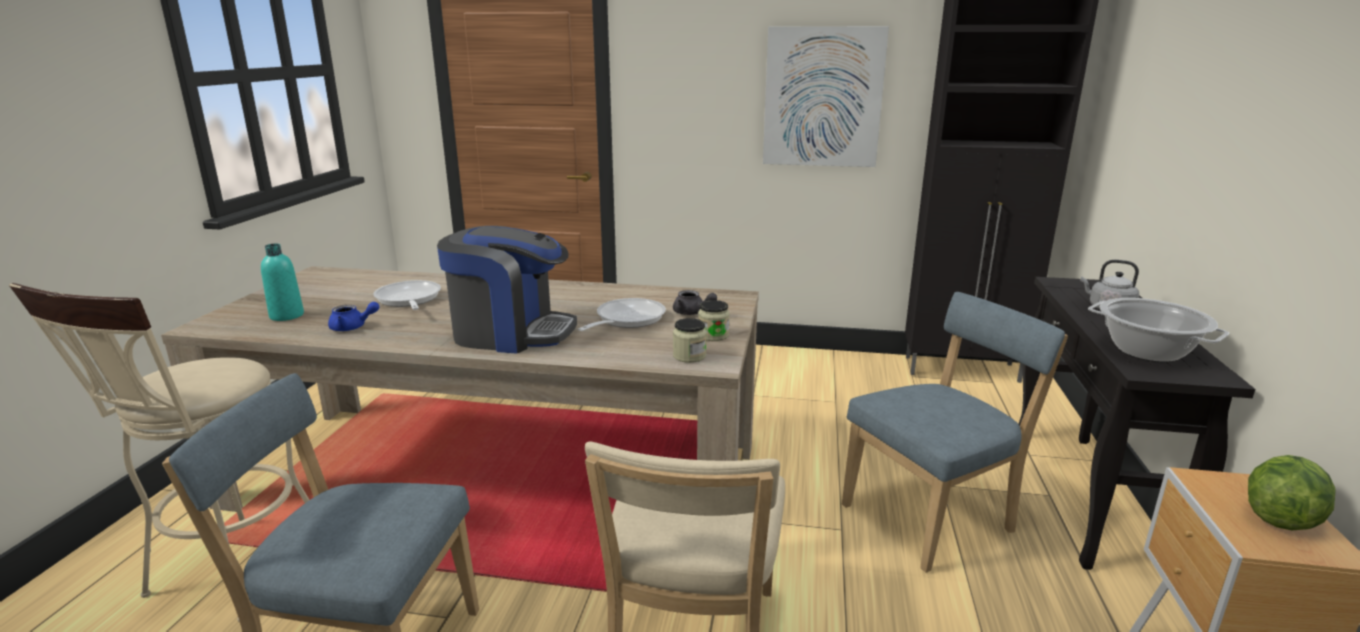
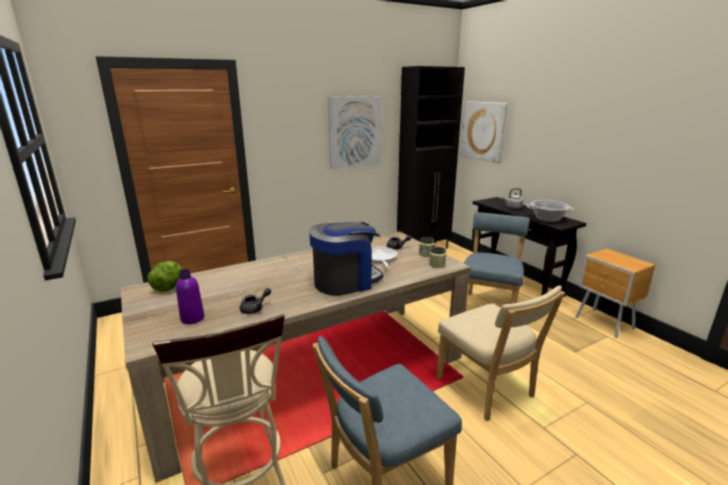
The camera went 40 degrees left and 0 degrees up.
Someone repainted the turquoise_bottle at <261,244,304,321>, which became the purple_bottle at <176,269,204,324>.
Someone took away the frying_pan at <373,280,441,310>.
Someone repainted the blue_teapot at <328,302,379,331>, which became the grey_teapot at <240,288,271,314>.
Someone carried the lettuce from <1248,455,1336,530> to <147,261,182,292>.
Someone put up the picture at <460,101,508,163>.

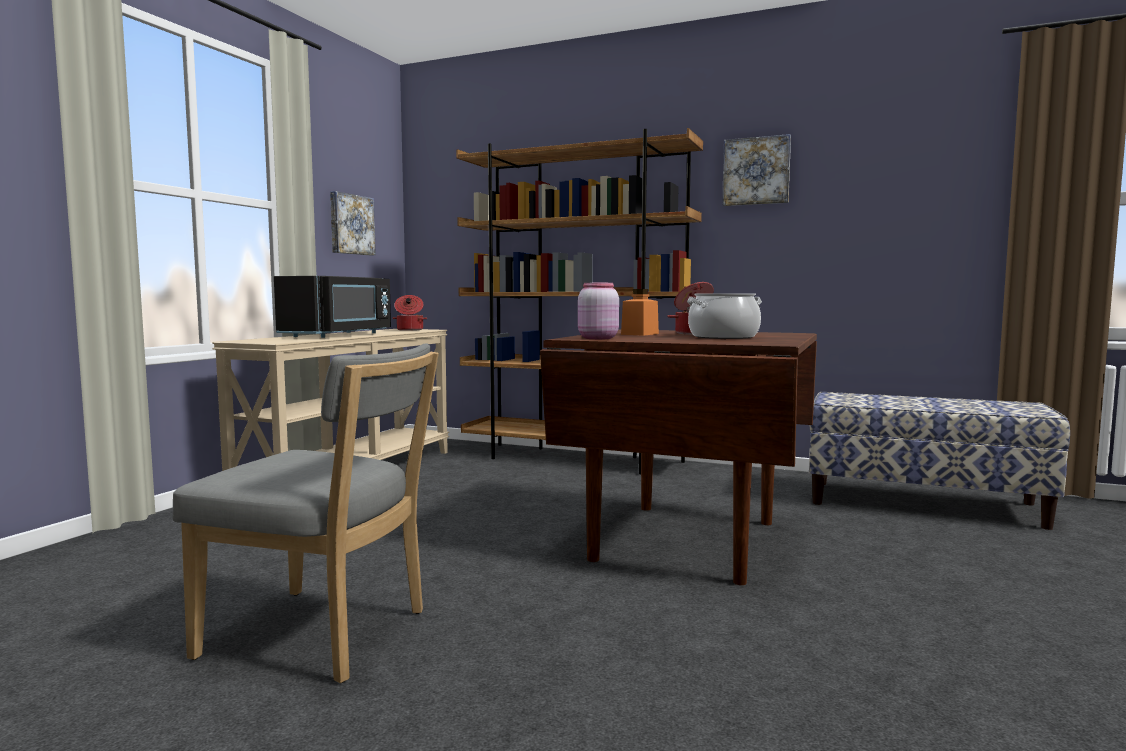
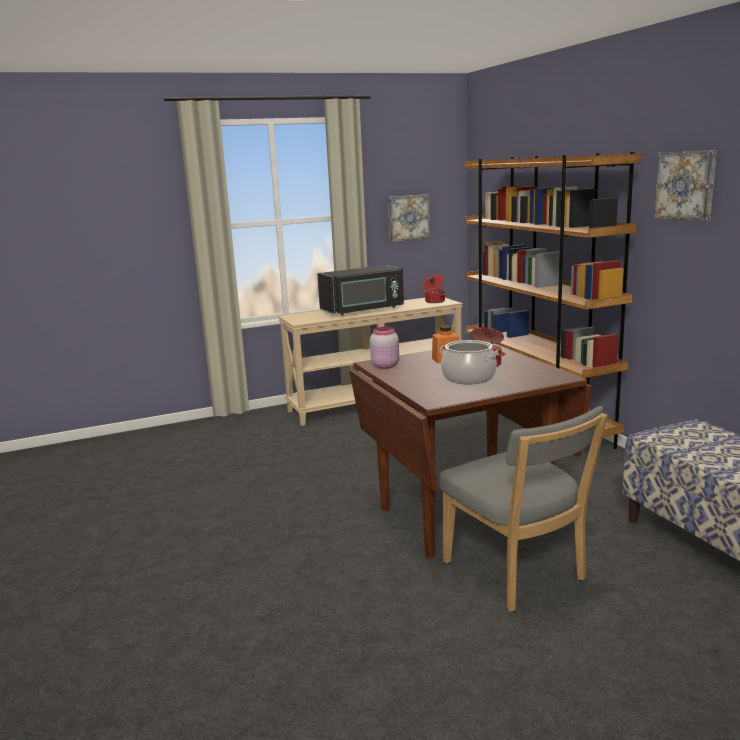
The camera went 45 degrees right and 10 degrees up.
Someone carried the grey_chair from <172,343,439,683> to <439,406,608,612>.

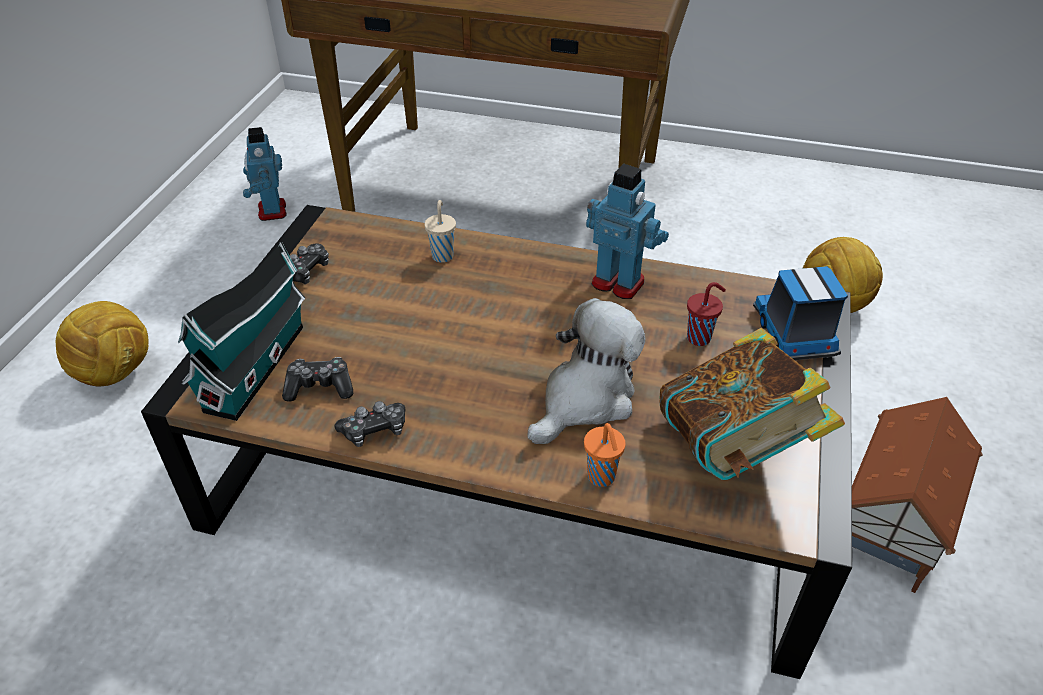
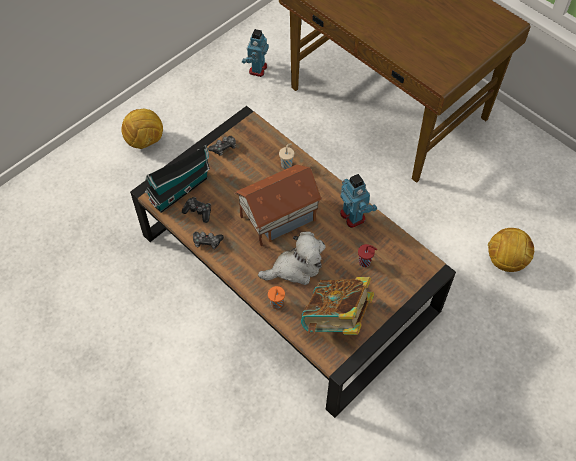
The camera went 30 degrees right and 15 degrees up.
Someone took away the toy_truck at <753,266,848,360>.
Someone carried the toy_house from <852,397,983,593> to <234,164,322,246>.

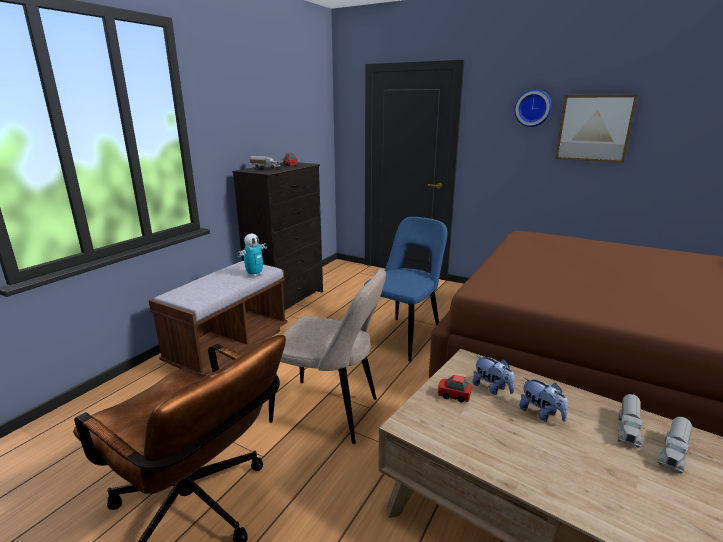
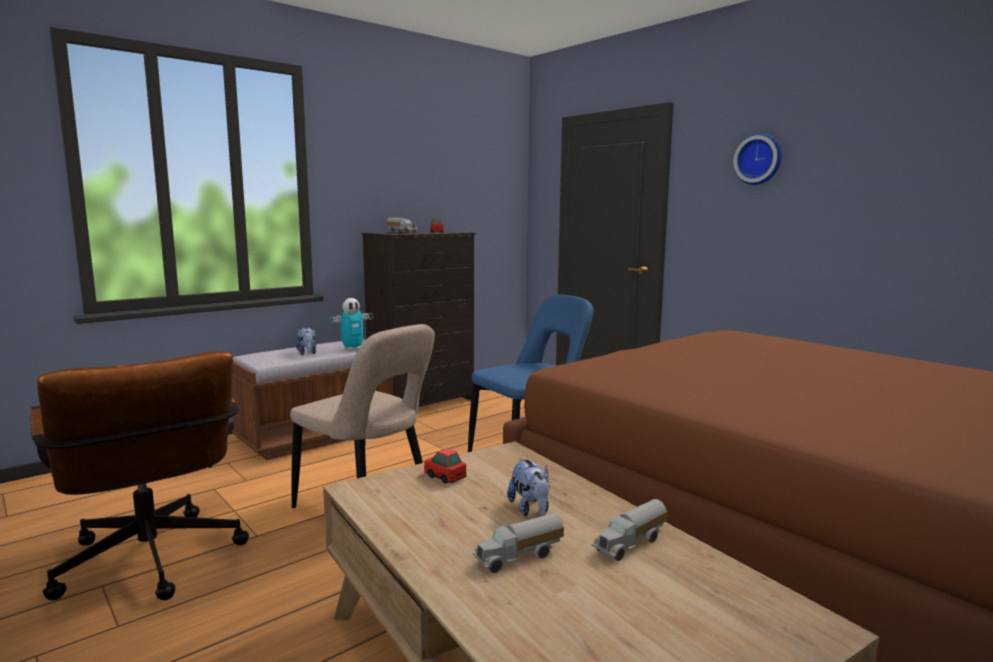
The camera went 20 degrees right and 10 degrees down.
Someone took away the picture at <555,94,638,163>.
Someone carried the plush_toy from <472,356,514,395> to <297,327,316,355>.
Someone carried the toy_truck from <658,417,693,473> to <473,513,564,573>.

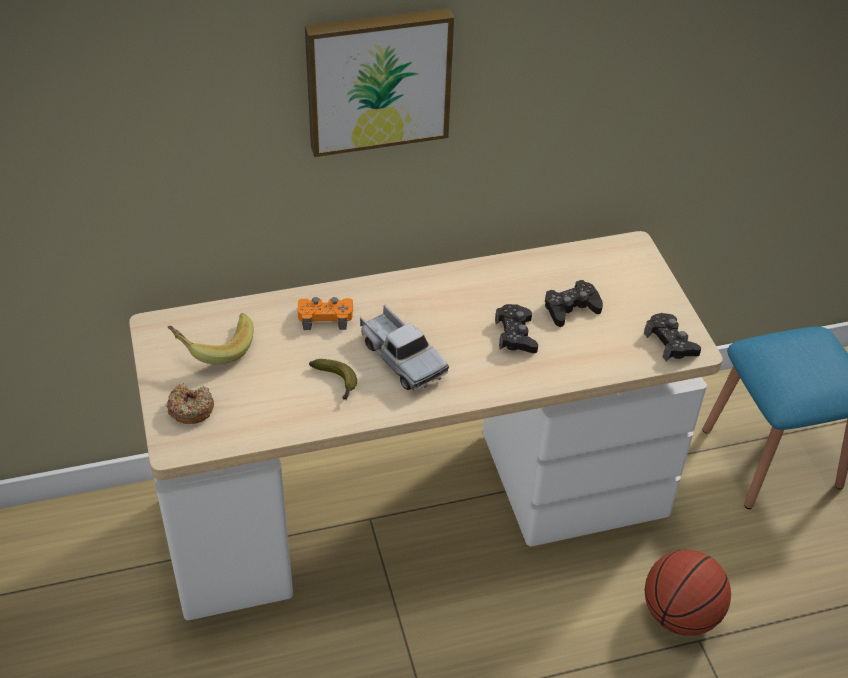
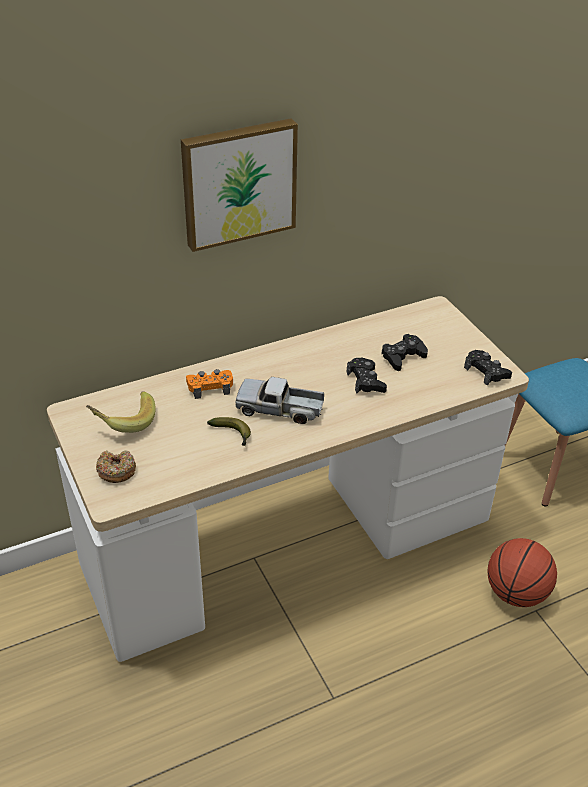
The camera went 10 degrees left and 5 degrees down.
Someone rotated the toy_truck at <360,305,449,390> by 150 degrees clockwise.

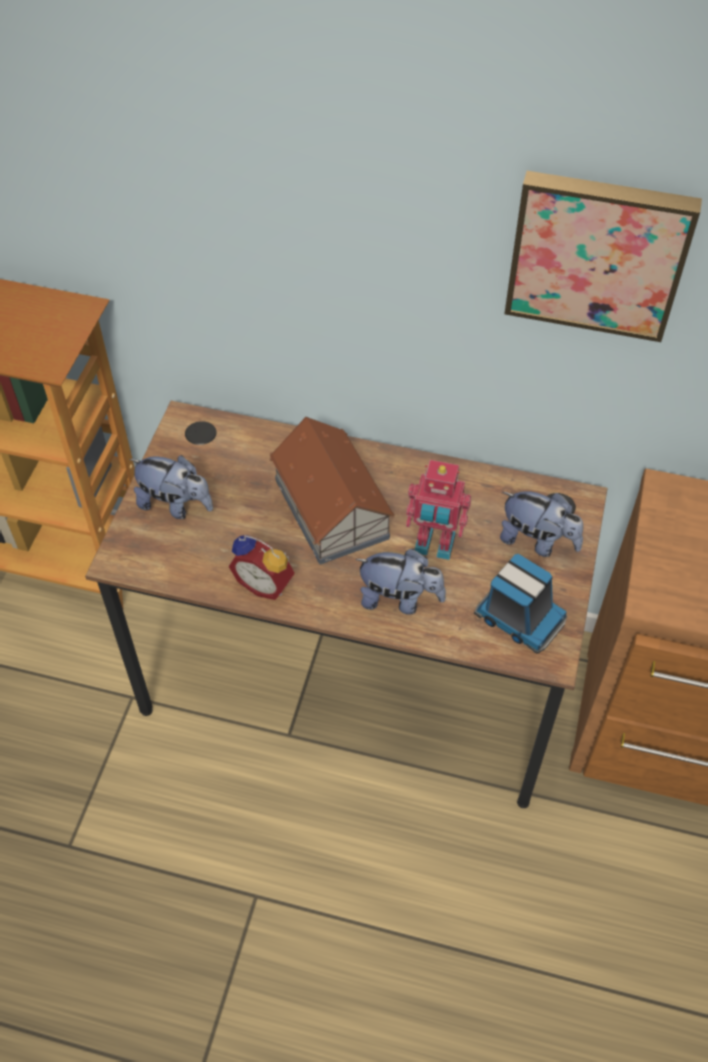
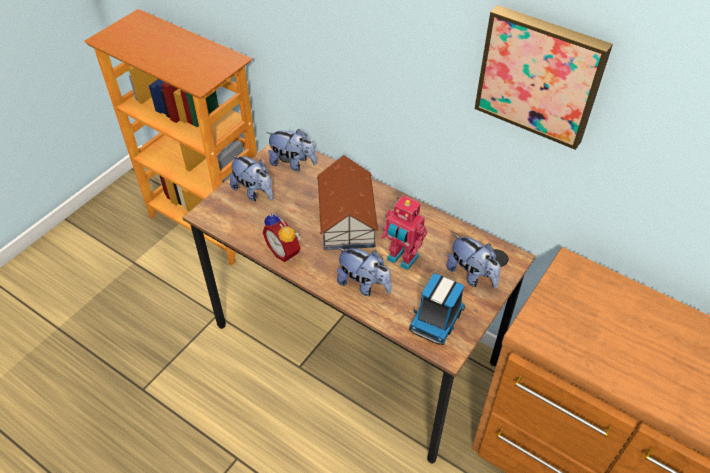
The camera went 20 degrees right and 5 degrees down.
Someone rotated the toy_truck at <474,554,567,654> by 60 degrees clockwise.
Someone put down the plush_toy at <266,129,317,171>.

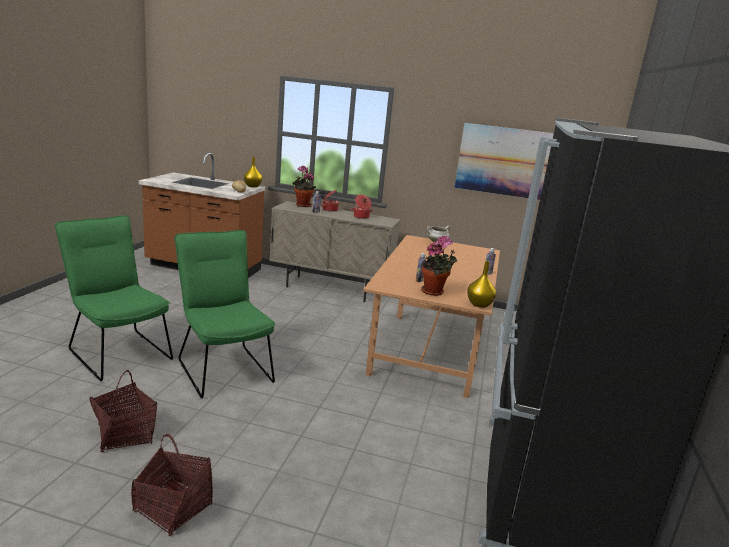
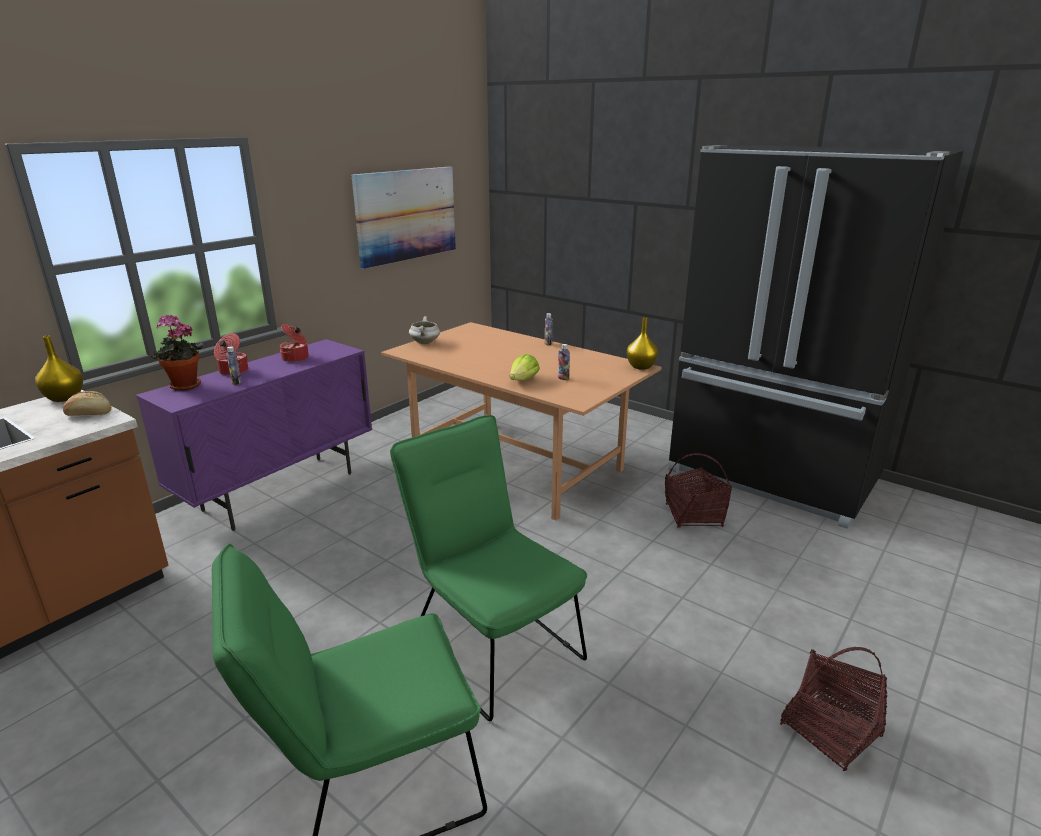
The camera went 65 degrees left and 5 degrees up.
Someone repainted the beige_cabinet at <269,201,400,302>, which became the purple_cabinet at <136,339,372,531>.
Someone rotated the green_chair at <174,230,275,398> by 60 degrees clockwise.
Someone took away the potted_plant at <421,236,457,296>.
Someone carried the basket from <90,370,157,452> to <665,453,732,528>.
Someone put down the lettuce at <510,354,540,381>.

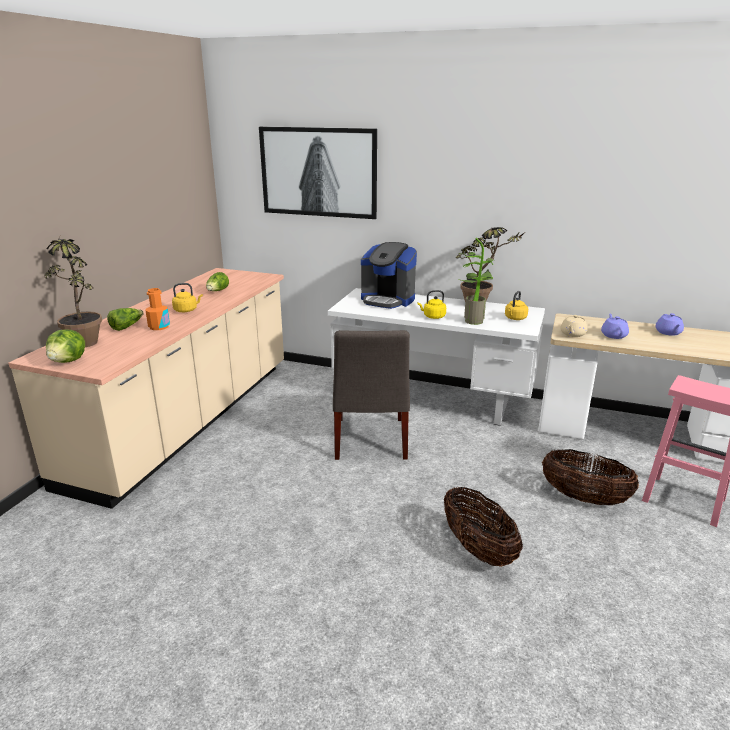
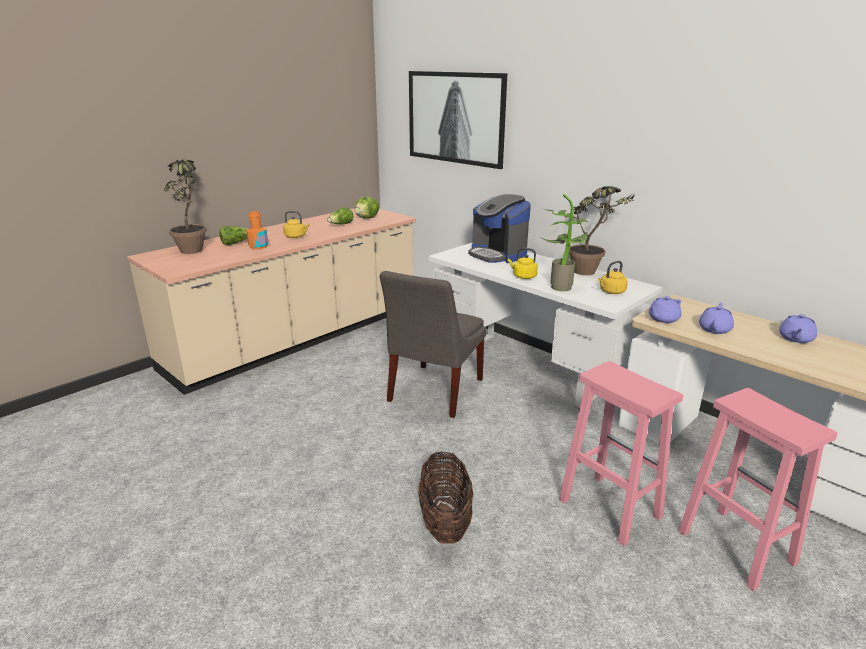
The camera went 25 degrees right and 0 degrees up.
Someone repainted the beige_teapot at <560,315,587,337>, which became the purple_teapot at <649,296,682,323>.
Someone carried the lettuce from <46,329,85,363> to <354,196,379,218>.
Someone swapped the basket at <542,449,639,505> for the pink_stool at <559,361,683,546>.

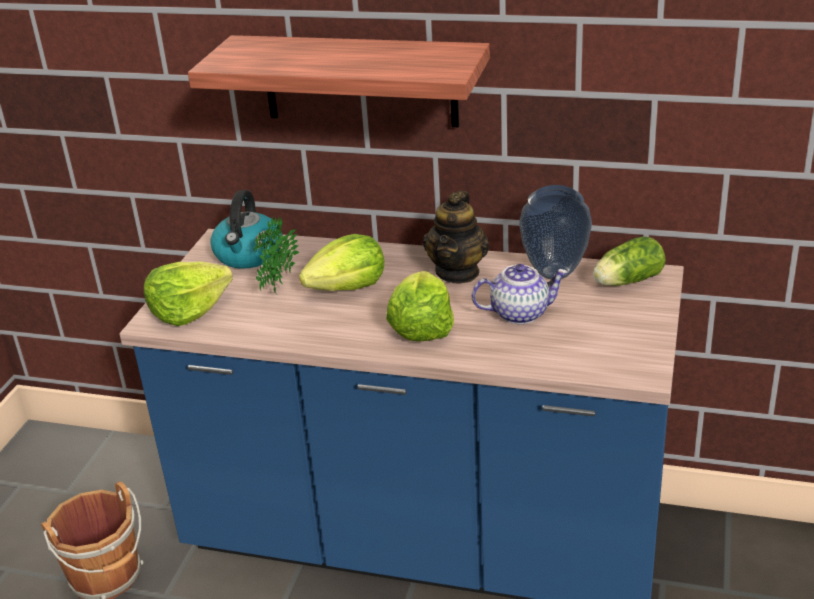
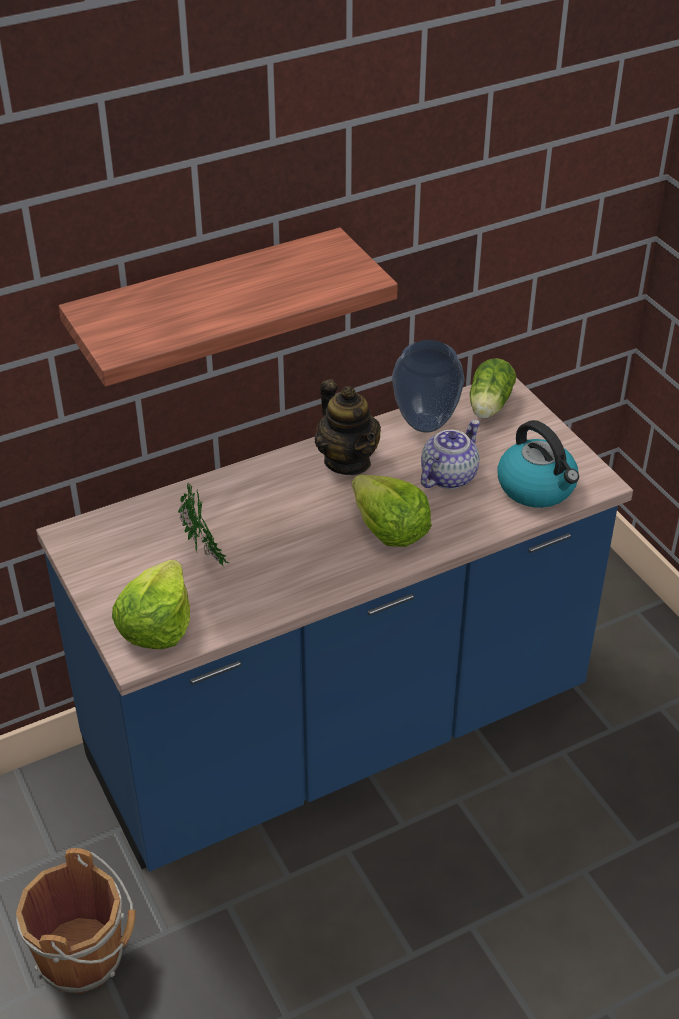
The camera went 45 degrees left and 10 degrees up.
Someone carried the kettle from <210,190,283,269> to <497,420,579,508>.
Someone took away the lettuce at <299,234,384,291>.

